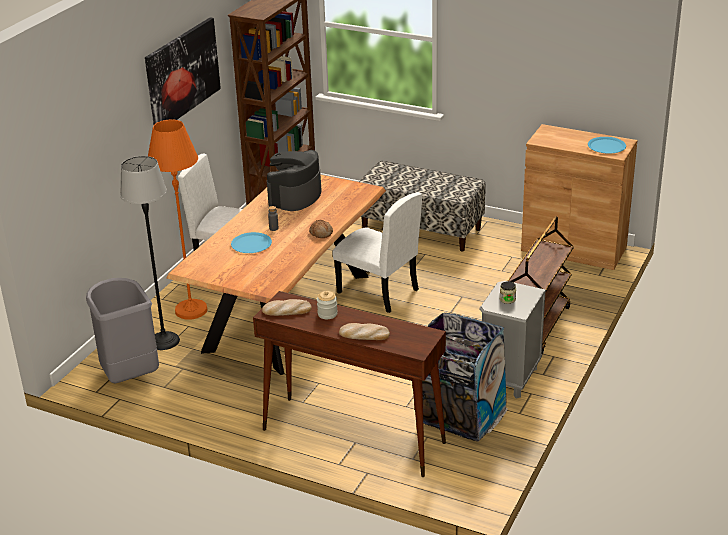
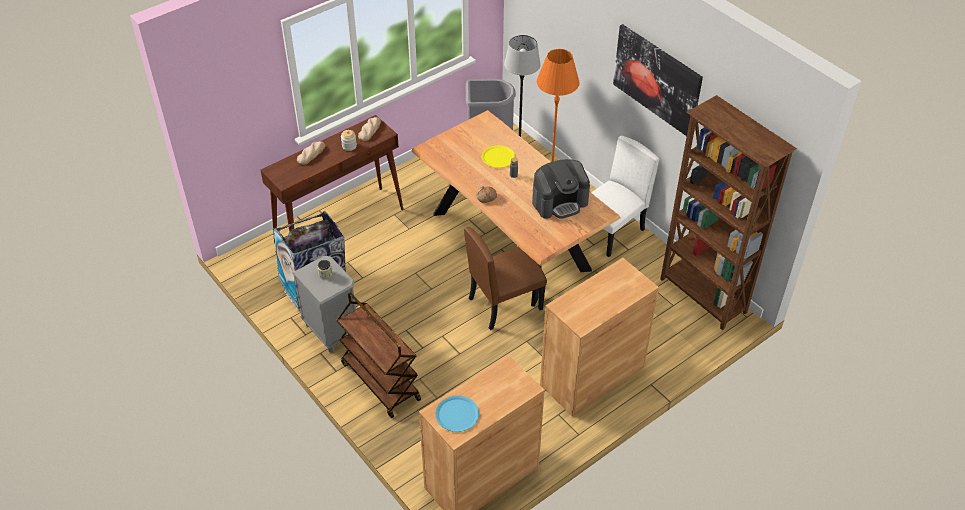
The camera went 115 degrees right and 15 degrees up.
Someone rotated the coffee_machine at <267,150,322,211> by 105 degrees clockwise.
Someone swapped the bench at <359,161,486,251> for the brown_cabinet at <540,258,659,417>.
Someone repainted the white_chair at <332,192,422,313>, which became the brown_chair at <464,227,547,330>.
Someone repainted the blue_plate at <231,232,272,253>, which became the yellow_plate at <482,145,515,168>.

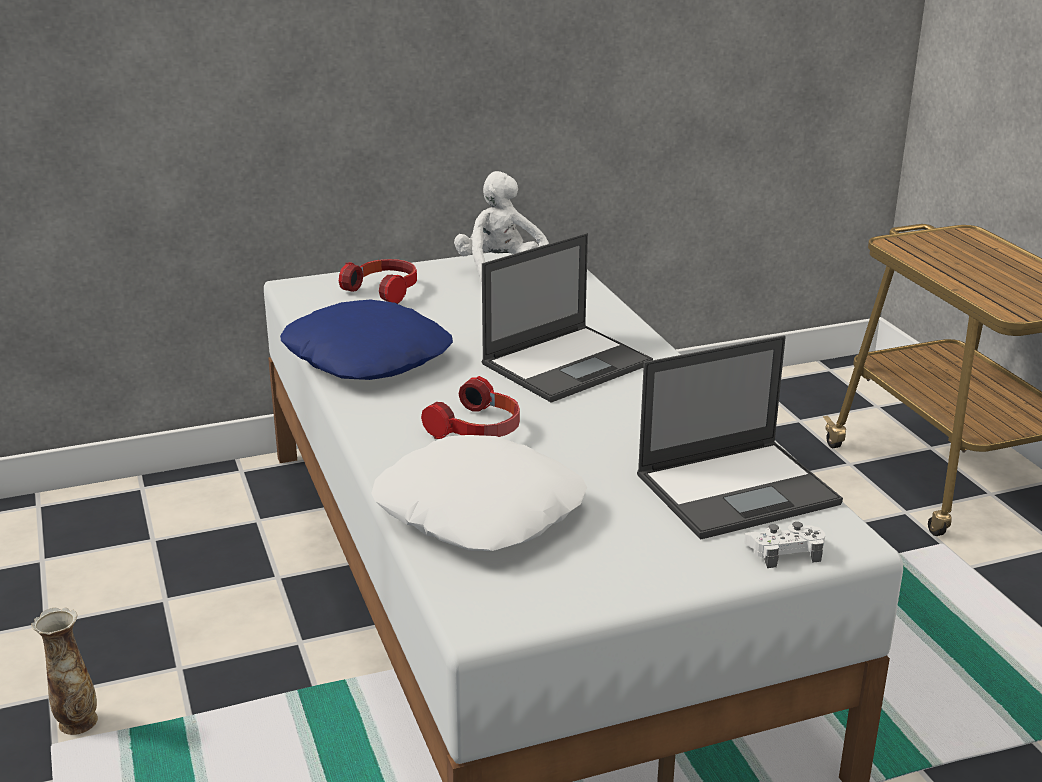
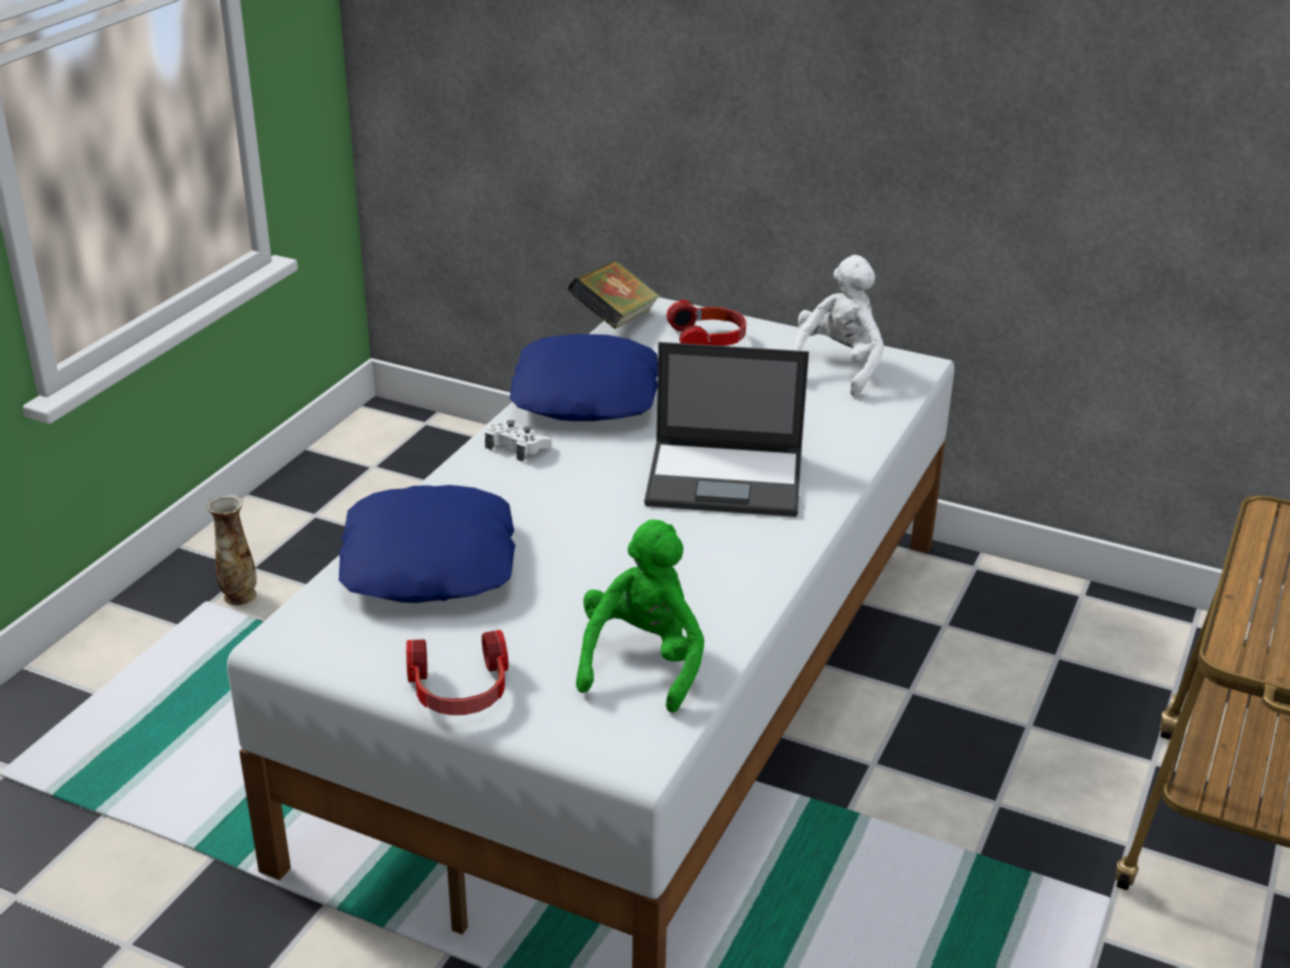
The camera went 45 degrees right and 5 degrees up.
Someone swapped the laptop at <637,335,843,540> for the green_plush_toy at <576,519,705,713>.
Someone carried the headphones from <421,376,520,439> to <406,630,509,715>.
Someone repainted the white_pillow at <371,435,587,551>, which became the blue_pillow at <339,485,516,603>.
Someone carried the white_game_controller from <744,522,825,568> to <485,420,551,462>.
Someone put down the book at <567,260,660,329>.

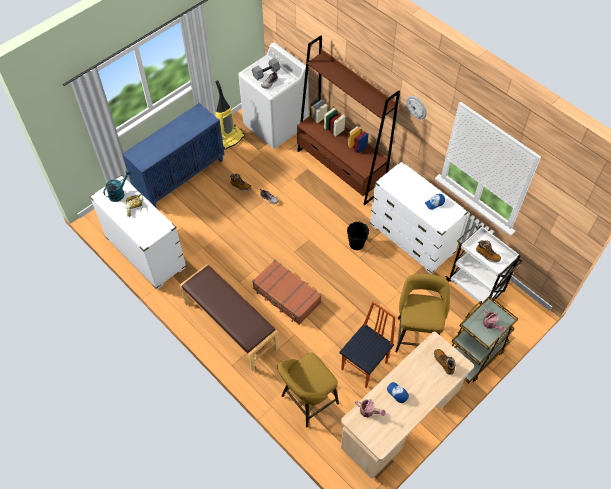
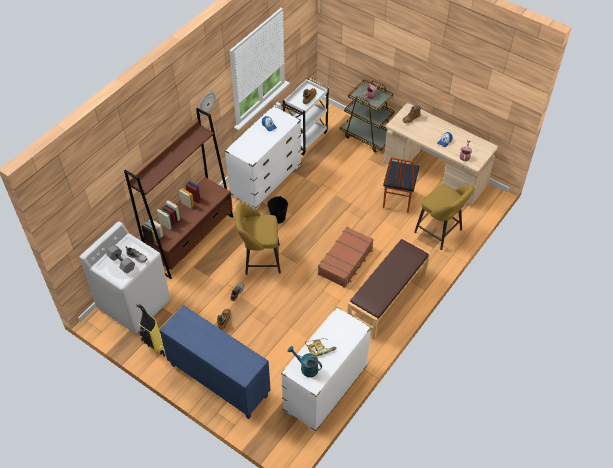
The camera went 100 degrees left and 5 degrees down.
Someone carried the yellow_stool from <395,274,450,352> to <235,203,281,275>.
Someone rotated the chair at <339,302,396,388> by 105 degrees counterclockwise.

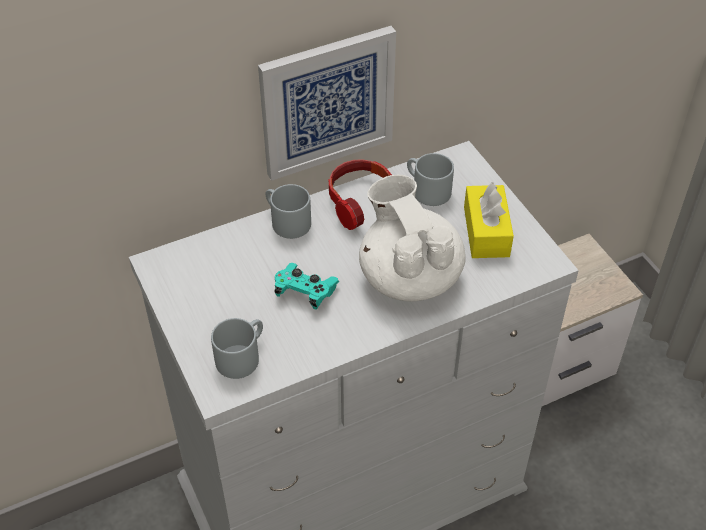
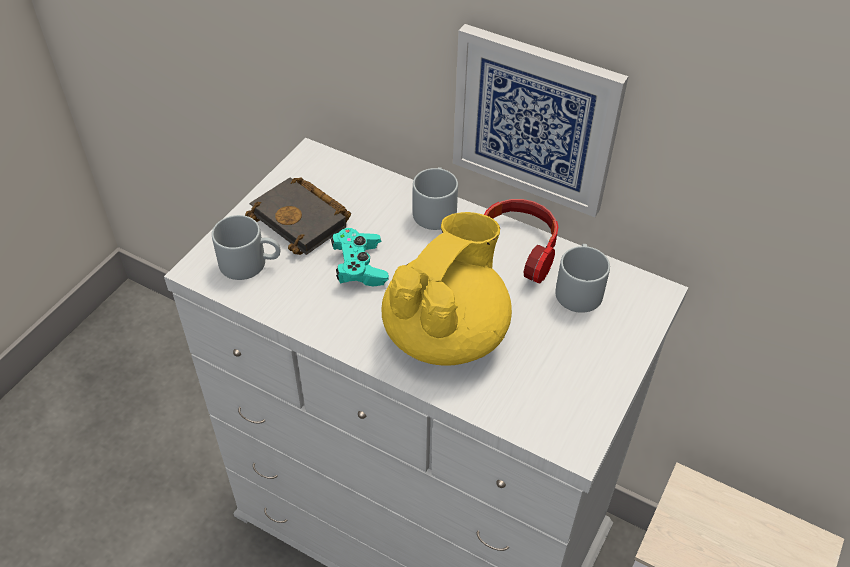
The camera went 55 degrees right and 0 degrees up.
Someone repainted the white_teapot at <359,175,466,302>, which became the yellow_teapot at <382,212,512,366>.
Someone took away the yellow_tissue_box at <464,182,514,258>.
Someone put down the black_book at <245,177,351,255>.

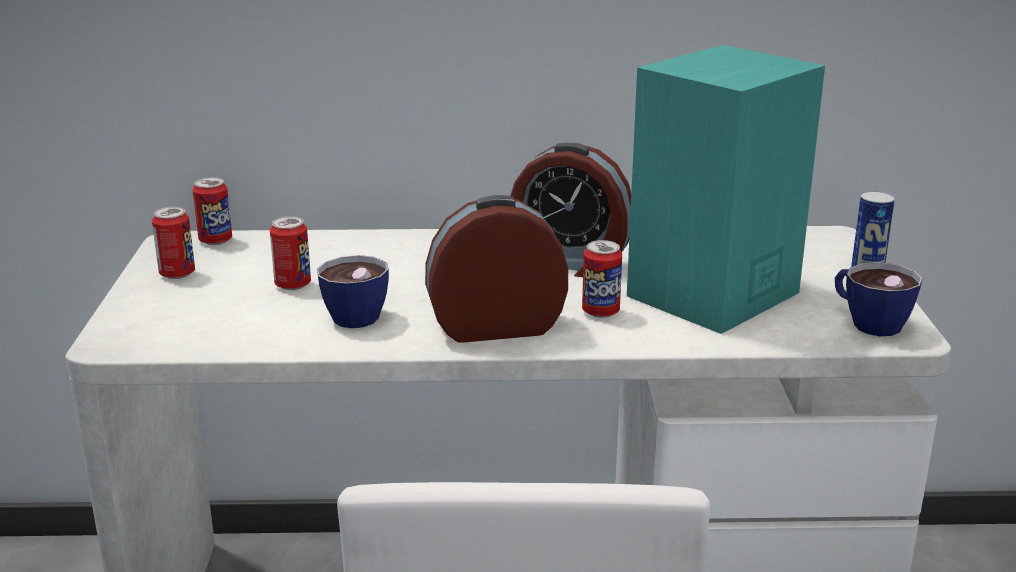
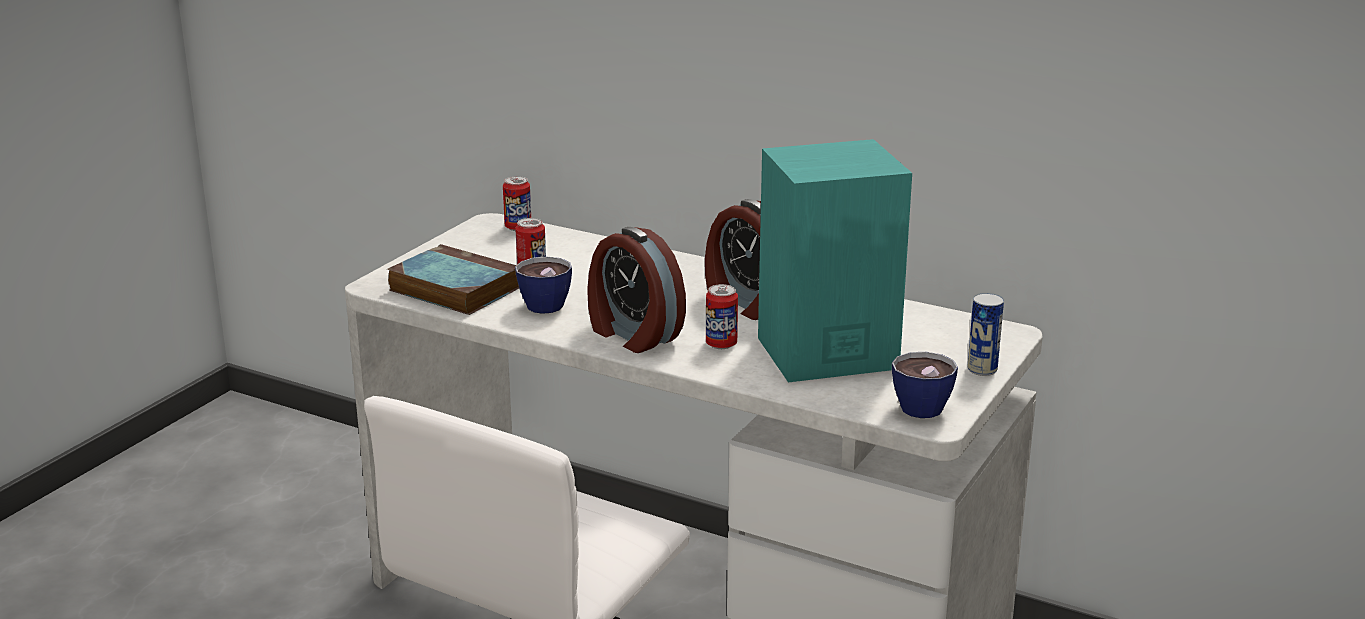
The camera went 30 degrees right and 0 degrees up.
Someone rotated the alarm_clock at <425,195,568,343> by 150 degrees counterclockwise.
Someone took away the can at <152,207,195,279>.
Someone put down the book at <387,244,519,315>.

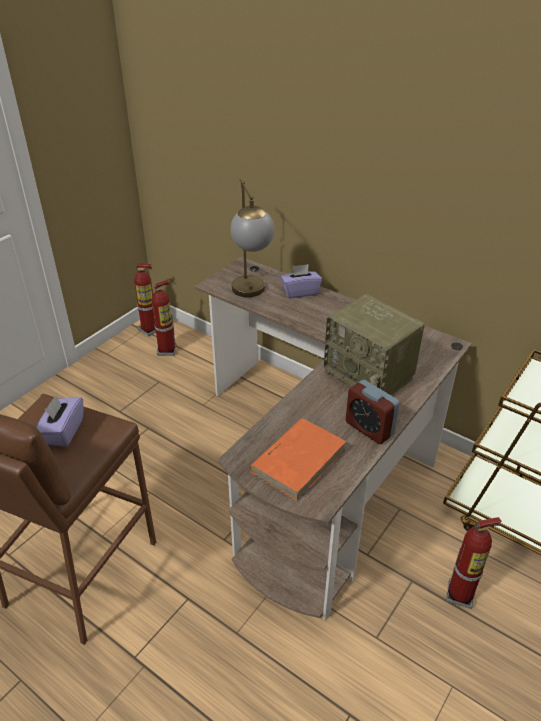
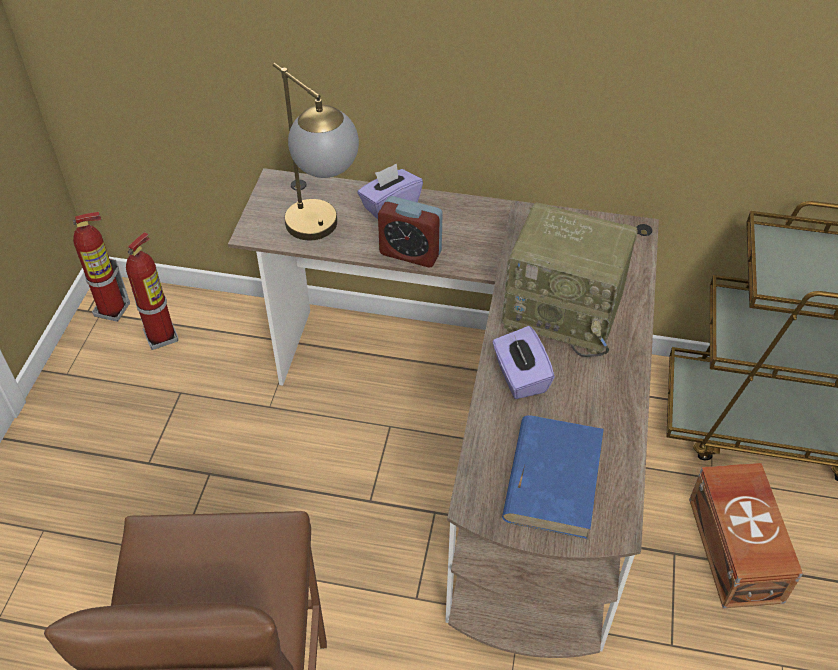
The camera went 25 degrees left and 10 degrees up.
Someone carried the alarm_clock from <346,380,400,444> to <378,196,443,267>.
Someone carried the purple_tissue_box from <36,395,84,447> to <493,326,555,399>.
Someone repainted the orange_book at <249,419,347,501>, which became the blue_book at <502,415,604,539>.
Someone swapped the fire_extinguisher at <446,517,502,609> for the brown_storage_box at <689,463,803,608>.

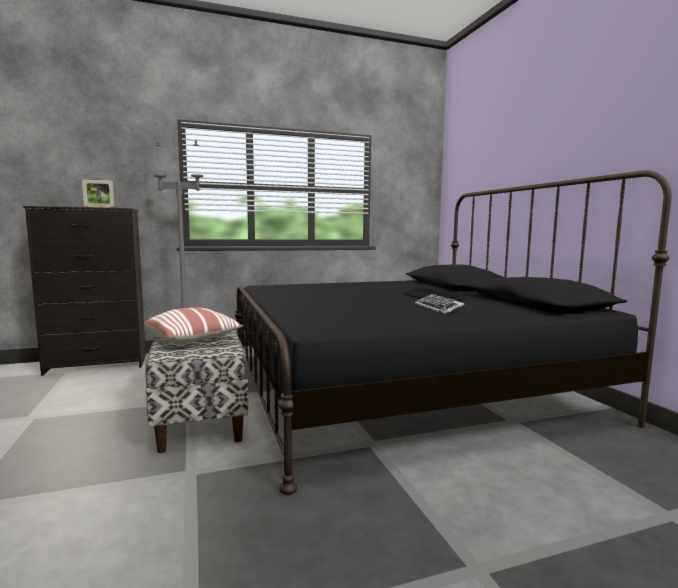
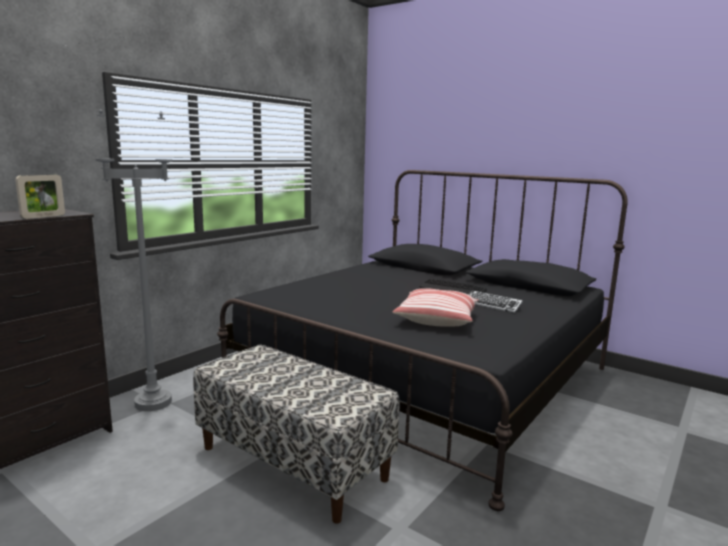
The camera went 35 degrees left and 5 degrees up.
Someone carried the pillow from <144,308,244,344> to <393,288,478,327>.

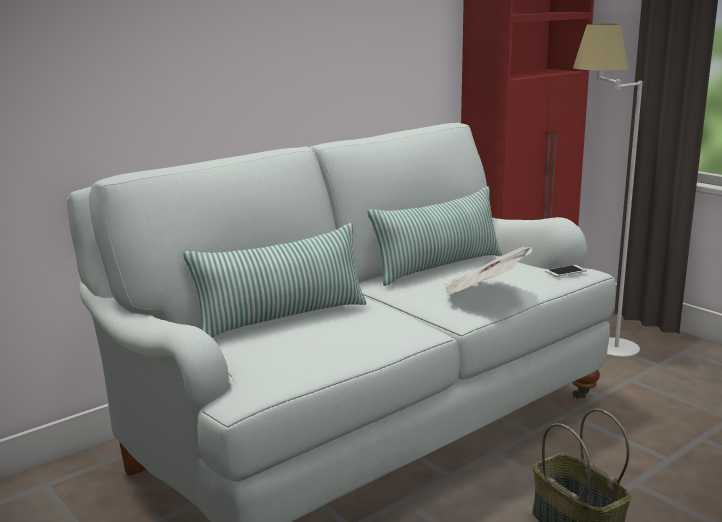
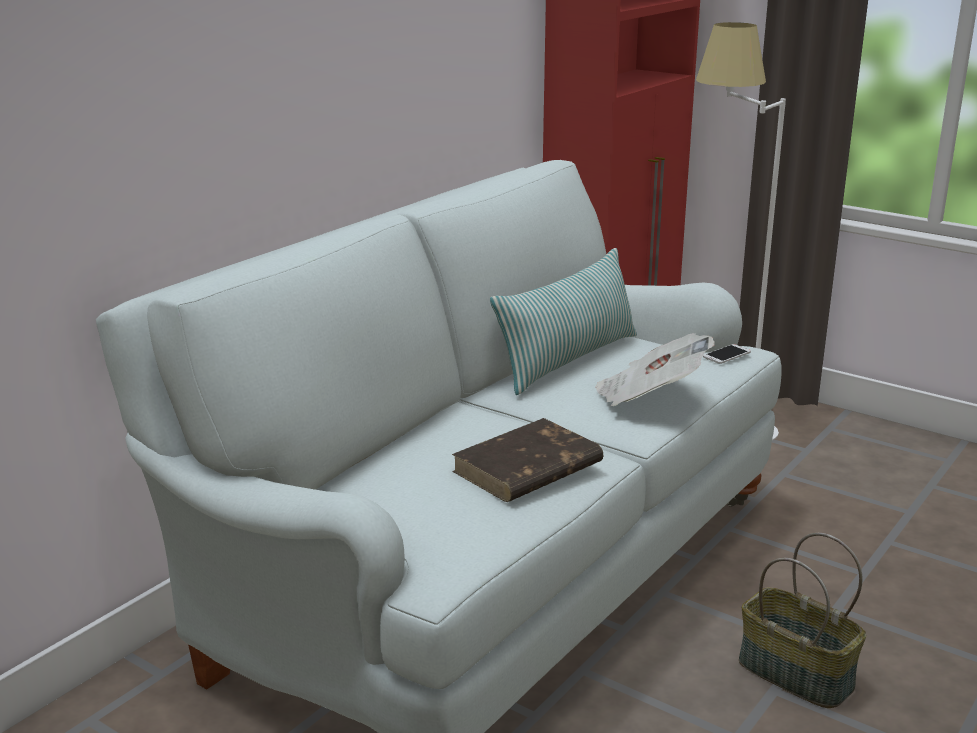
The camera went 15 degrees left and 5 degrees up.
Someone took away the pillow at <183,223,367,338>.
Someone put down the brown_book at <452,418,604,502>.

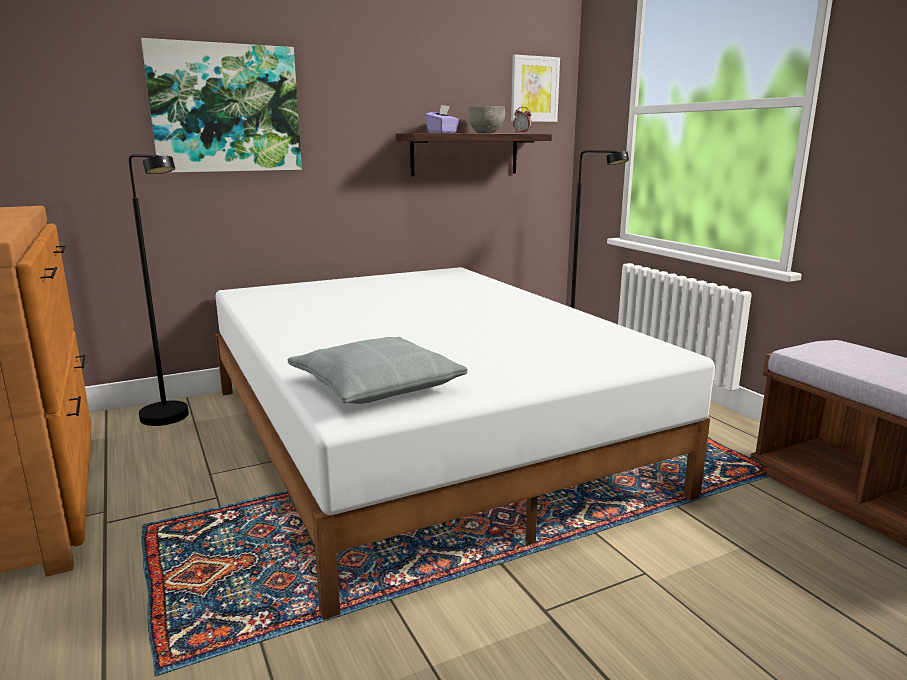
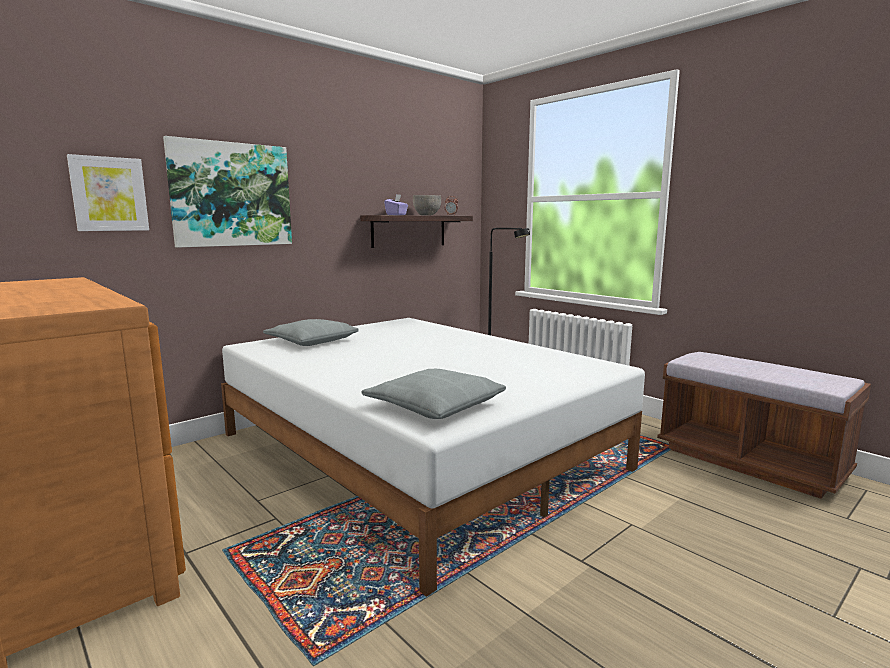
The camera went 15 degrees left and 5 degrees down.
Someone carried the picture from <511,55,560,122> to <67,154,149,231>.
Someone took away the black_floor_lamp at <129,154,189,426>.
Someone put down the grey_pillow at <263,319,359,346>.

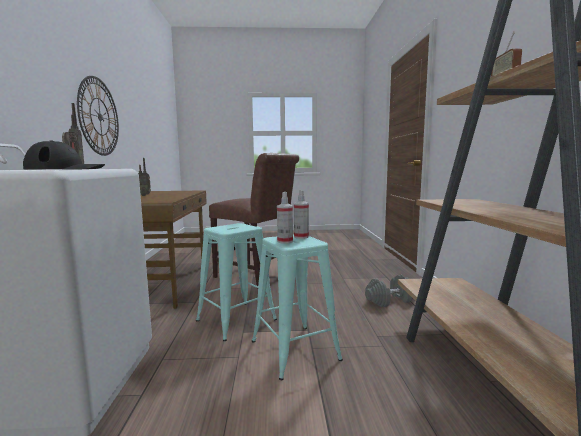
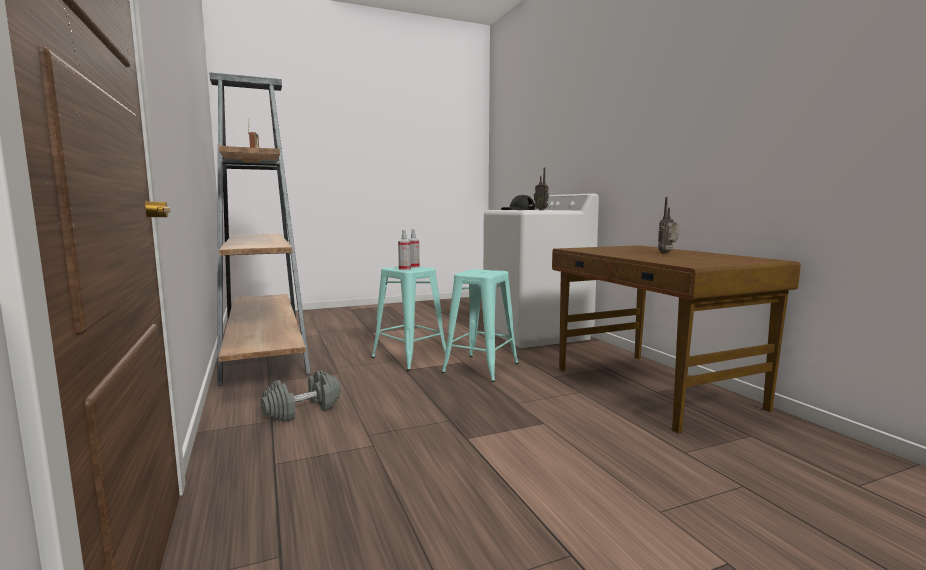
The camera went 160 degrees right and 0 degrees up.
Someone took away the wall_clock at <77,76,119,156>.
Someone took away the brown_chair at <209,153,299,289>.

